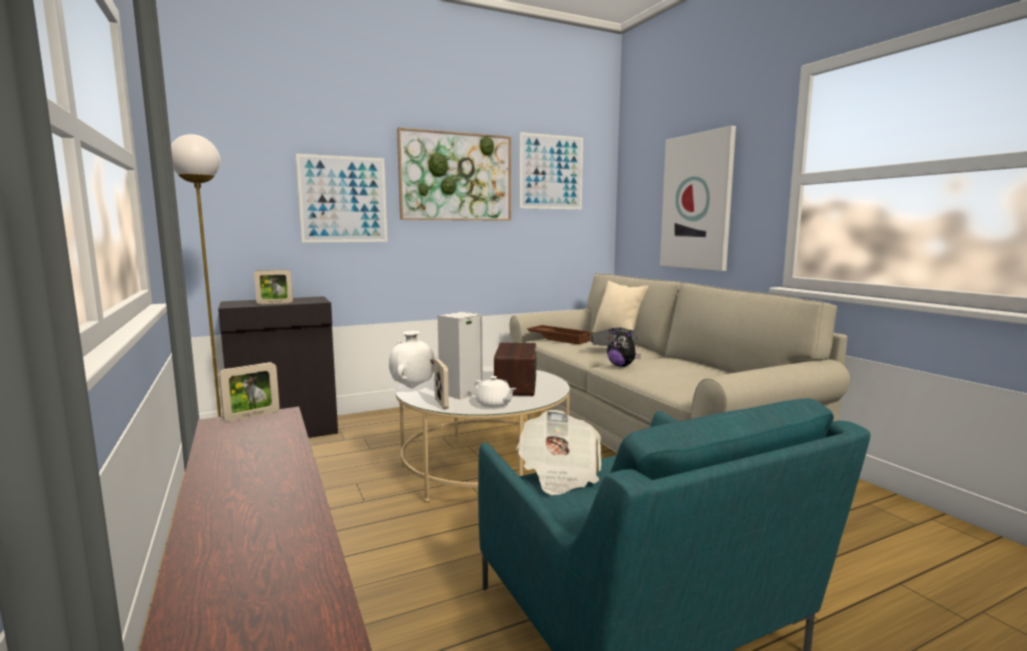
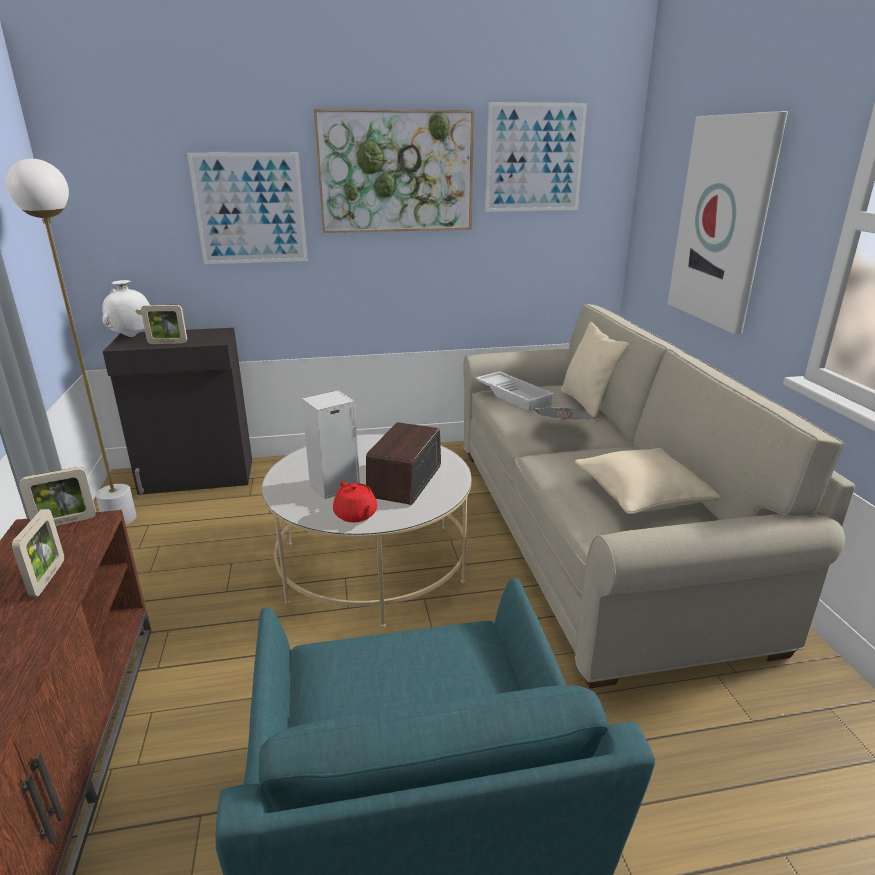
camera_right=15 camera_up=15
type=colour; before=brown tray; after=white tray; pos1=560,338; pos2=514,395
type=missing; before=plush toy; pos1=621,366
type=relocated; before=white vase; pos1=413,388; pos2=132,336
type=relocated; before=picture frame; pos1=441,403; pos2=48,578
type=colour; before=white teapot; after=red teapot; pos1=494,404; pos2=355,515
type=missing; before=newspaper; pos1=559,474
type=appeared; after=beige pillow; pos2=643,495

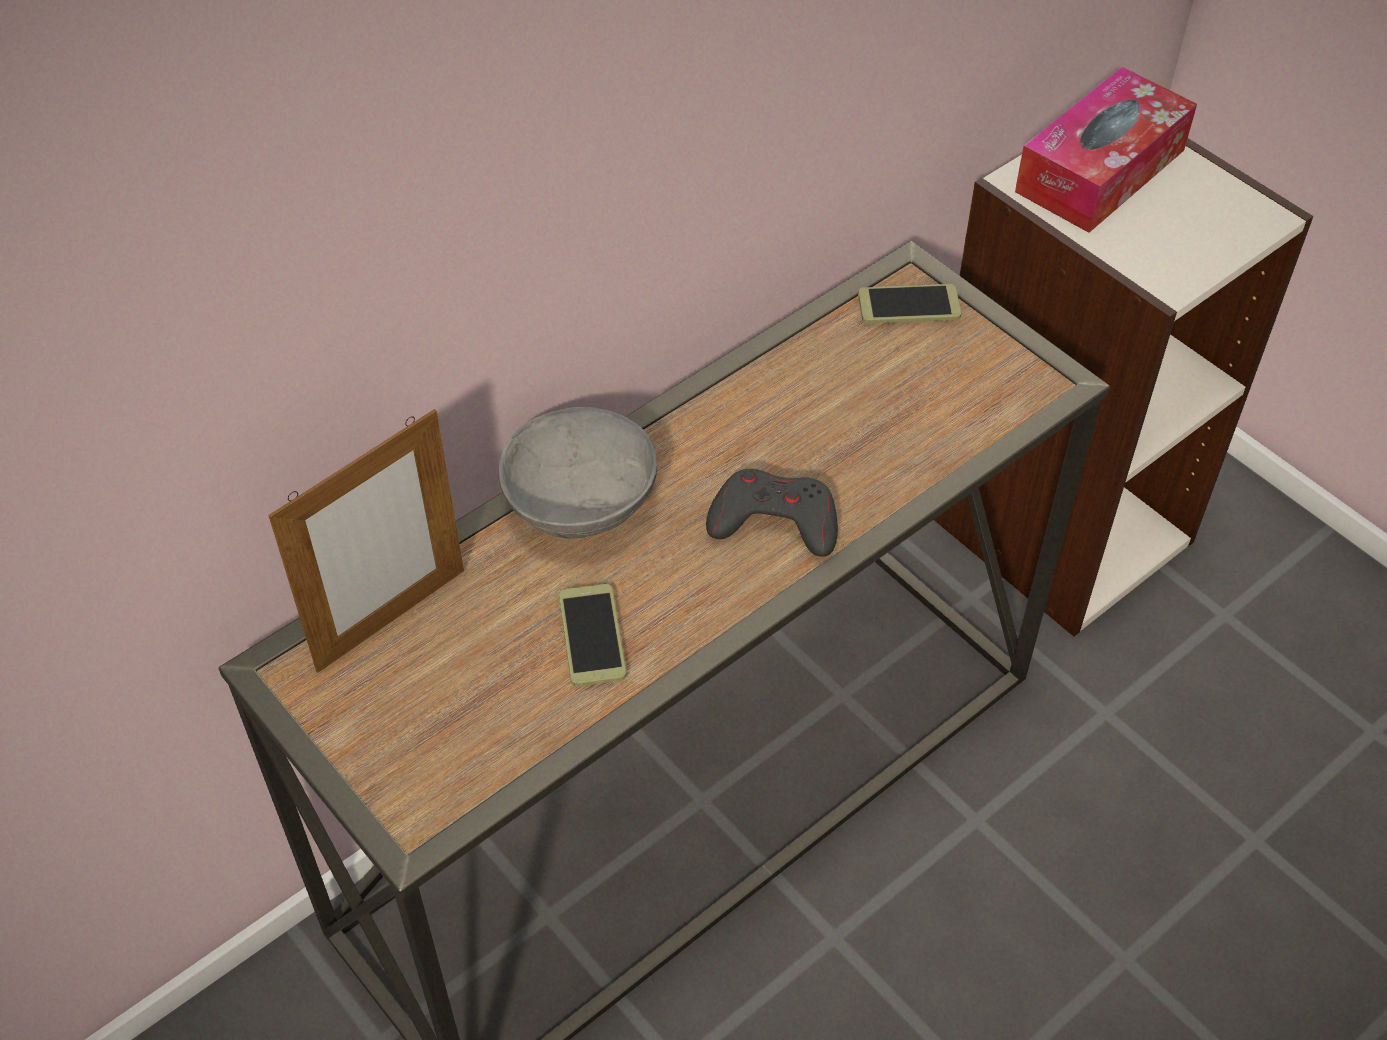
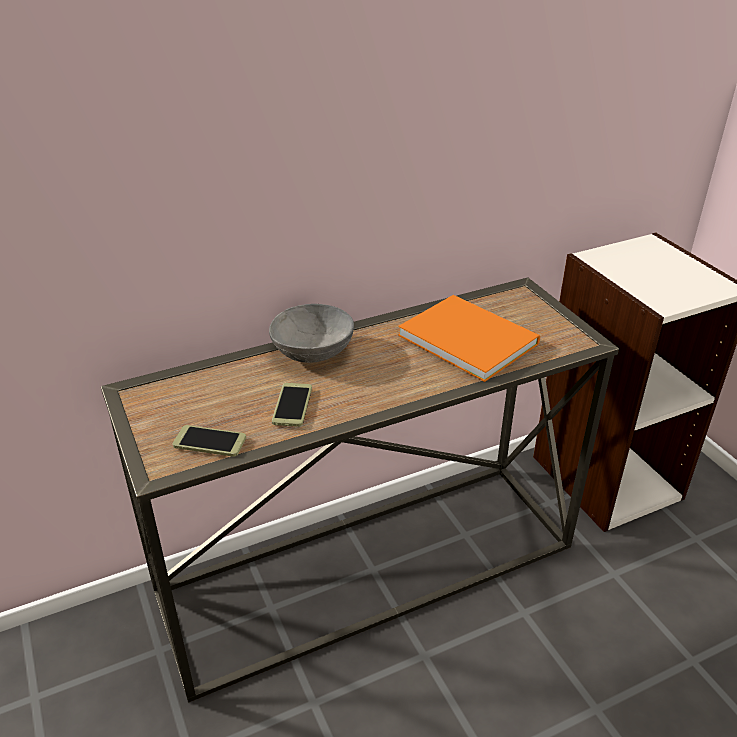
camera_right=15 camera_up=-15
type=missing; before=tissue box; pos1=1100,171
type=relocated; before=phone; pos1=908,305; pos2=209,442
type=missing; before=picture frame; pos1=391,619
type=missing; before=grey game controller; pos1=774,520
type=appeared; after=orange book; pos2=467,337

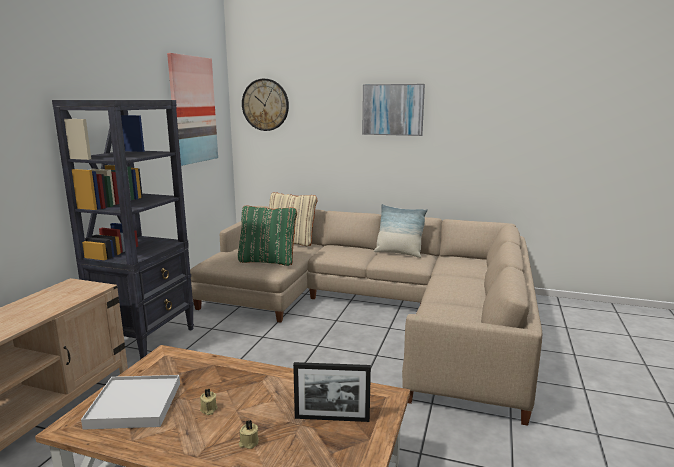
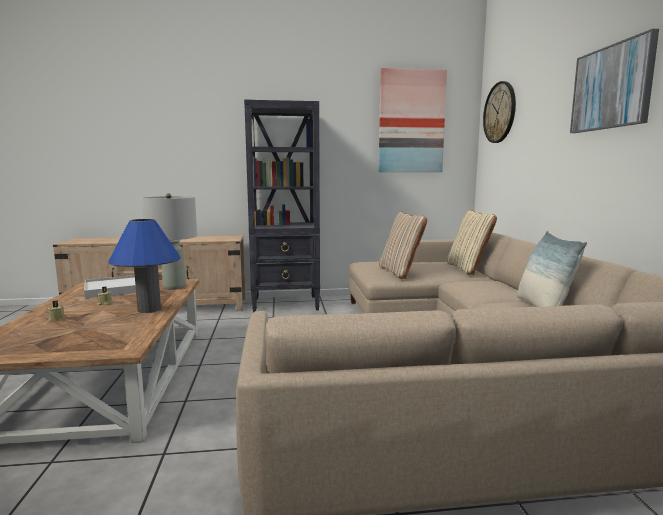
camera_right=65 camera_up=-5
type=colour; before=green pillow; after=beige pillow; pos1=268,261; pos2=400,272
type=missing; before=picture frame; pos1=332,418
type=appeared; after=grey table lamp; pos2=174,287
type=appeared; after=blue table lamp; pos2=149,309

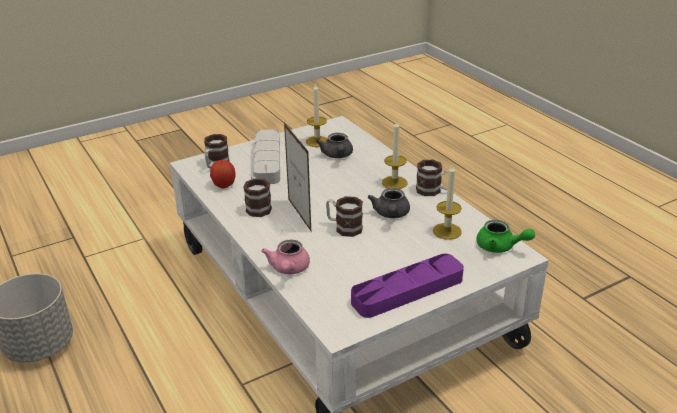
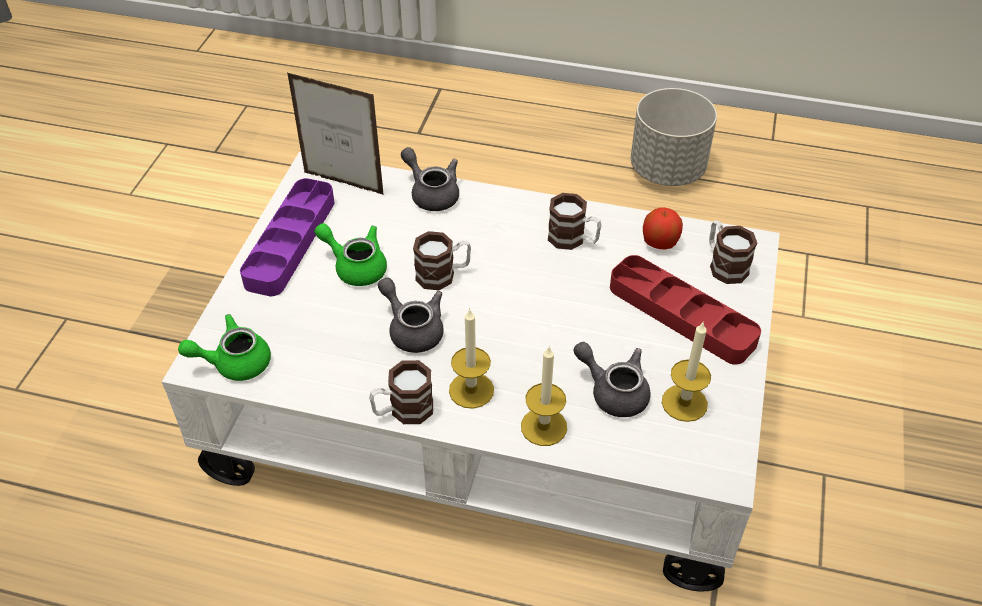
camera_right=135 camera_up=15
type=relocated; before=picture frame; pos1=299,215; pos2=343,183
type=colour; before=grey tray; after=red tray; pos1=267,161; pos2=681,315
type=relocated; before=candle; pos1=447,231; pos2=544,426
type=colour; before=pink teapot; after=grey teapot; pos1=288,269; pos2=431,193
type=appeared; after=green teapot; pos2=355,266

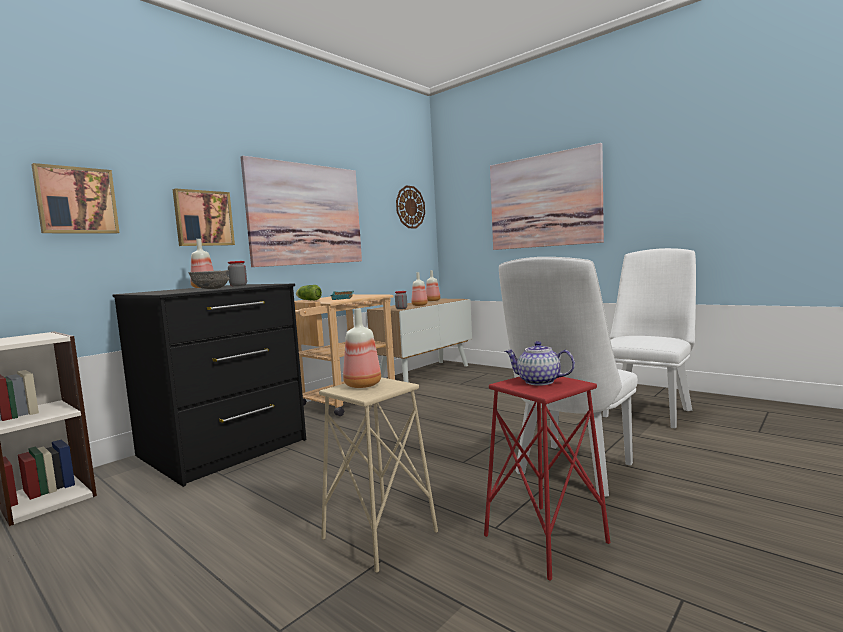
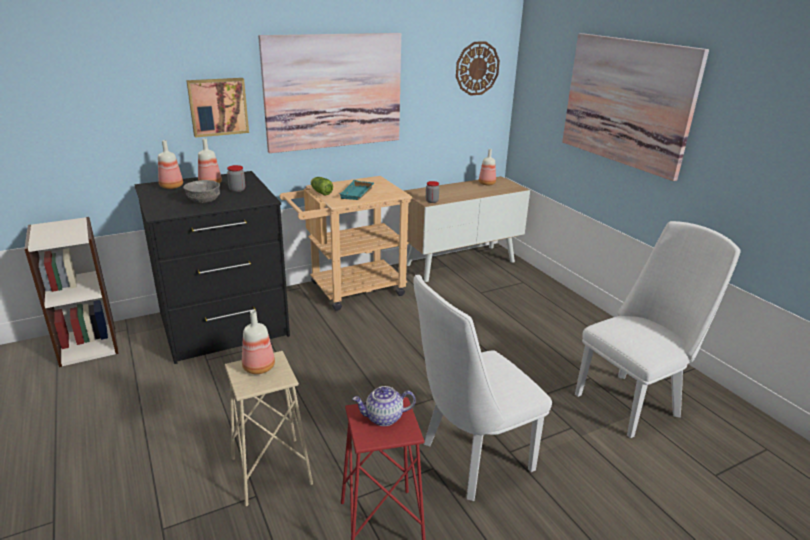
camera_right=20 camera_up=20
type=missing; before=picture; pos1=76,201
type=relocated; before=bottle; pos1=419,305; pos2=172,186
type=spun; before=teapot; pos1=538,382; pos2=383,418; turn=-60

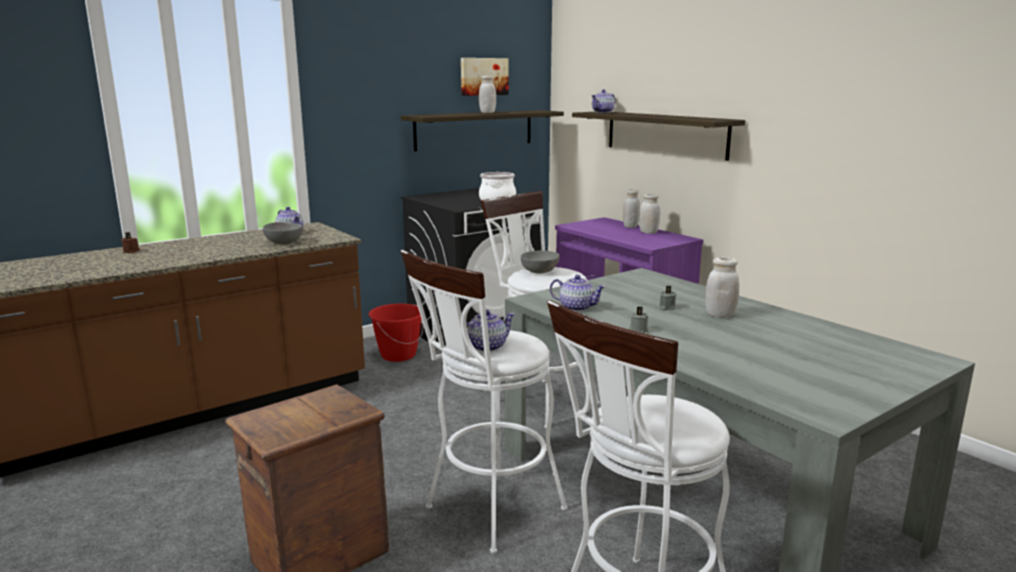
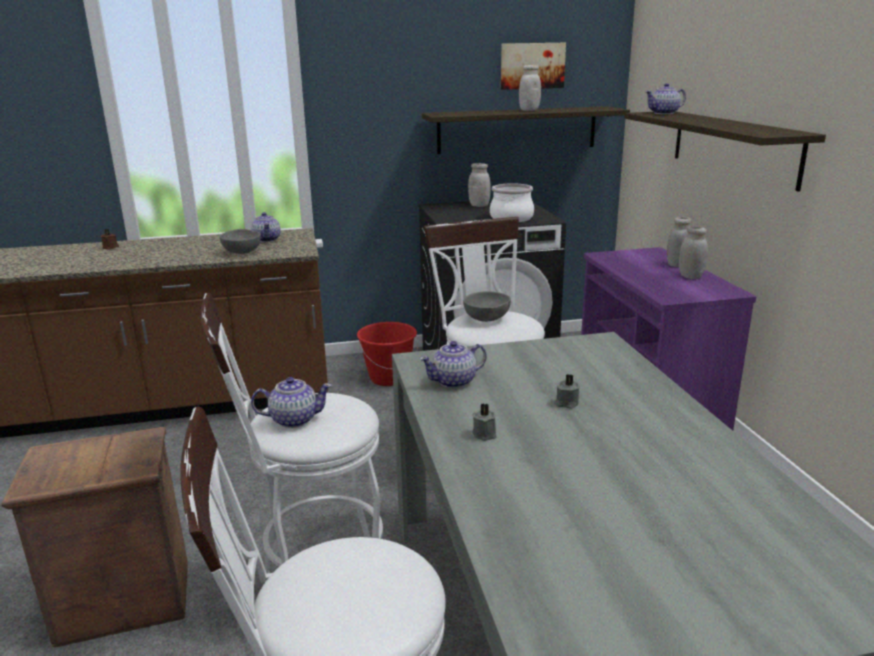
camera_right=25 camera_up=5
type=relocated; before=white jar; pos1=720,315; pos2=479,205
type=spun; before=teapot; pos1=576,307; pos2=454,381; turn=105

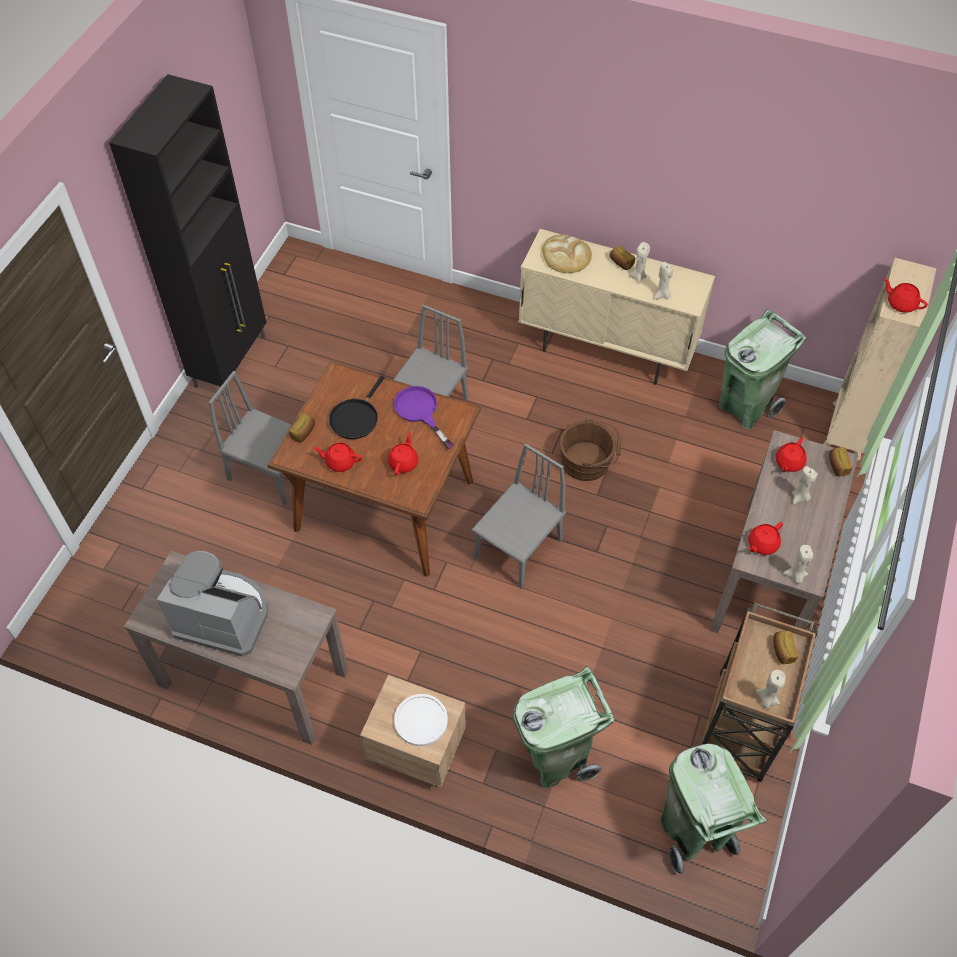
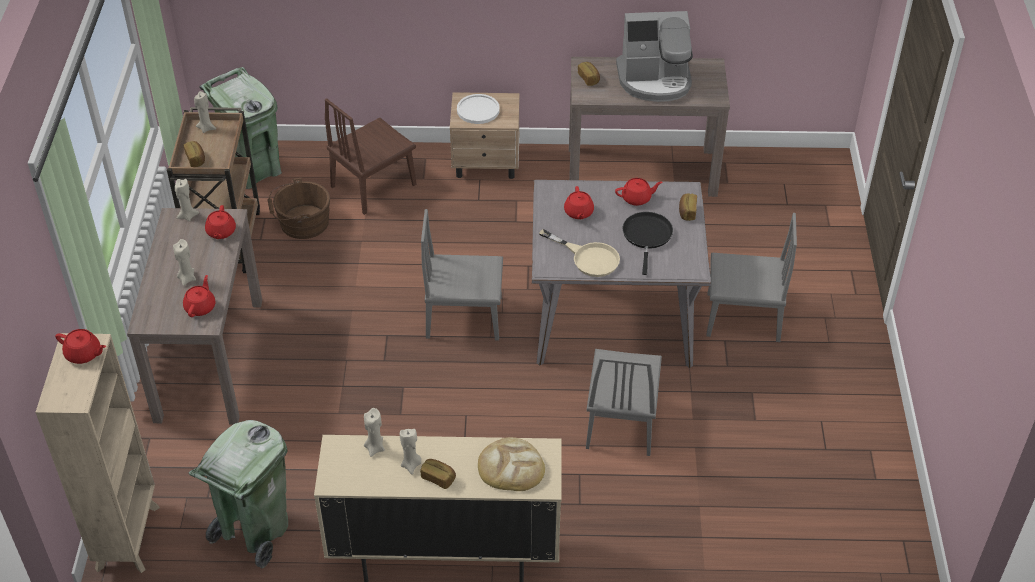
camera_right=160 camera_up=-10
type=missing; before=black cabinet; pos1=231,361
type=colour; before=brown dining table; after=grey dining table; pos1=384,505; pos2=613,319
type=colour; before=purple frying pan; after=beige frying pan; pos1=420,412; pos2=588,258
type=relocated; before=brown bucket; pos1=588,461; pos2=301,223
type=spun; before=grey chair; pos1=518,549; pos2=464,317; turn=75
type=relocated; before=bread; pos1=837,466; pos2=589,78
type=spun; before=red teapot; pos1=762,544; pos2=221,232; turn=150
type=exchanged; before=green trash can; after=brown chair; pos1=556,757; pos2=373,185

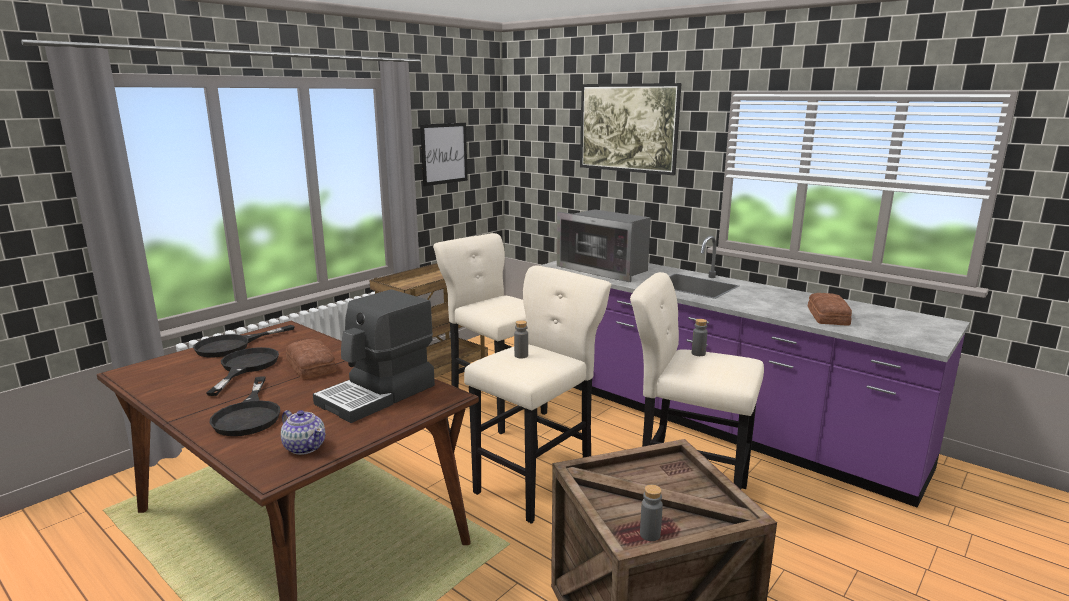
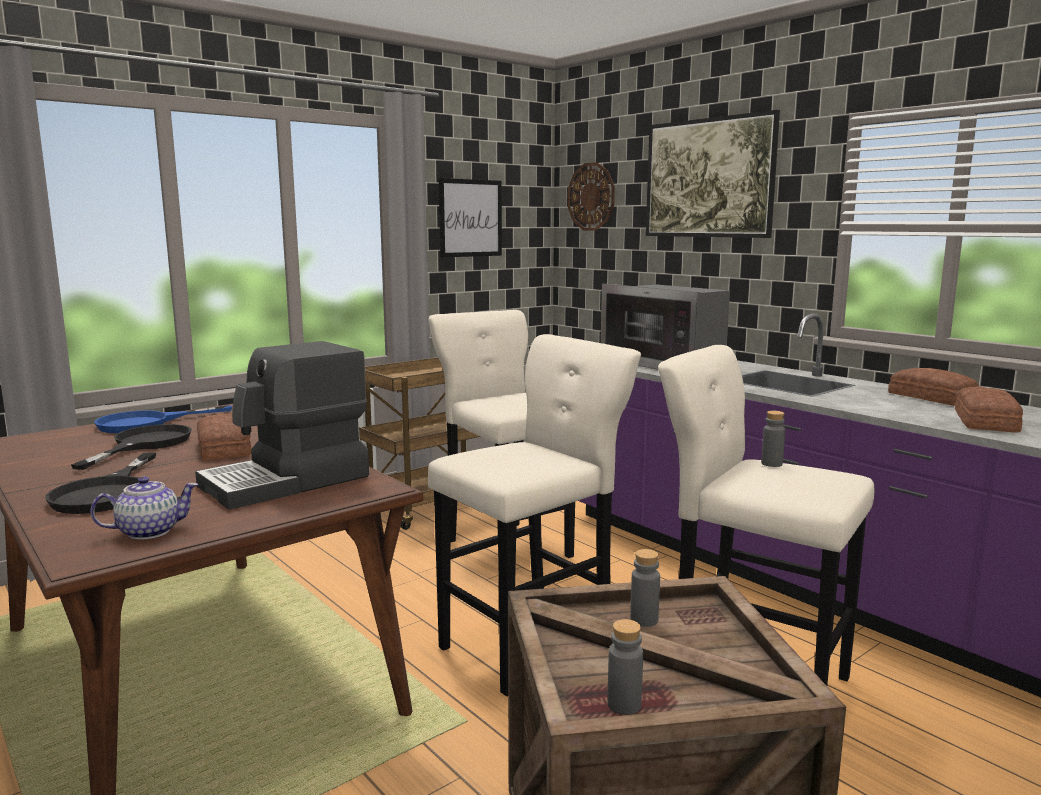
camera_right=10 camera_up=-5
type=relocated; before=grey bottle; pos1=521,355; pos2=644,620
type=colour; before=black frying pan; after=blue frying pan; pos1=233,345; pos2=147,423
type=spun; before=teapot; pos1=305,447; pos2=148,531; turn=-75
type=appeared; after=wall clock; pos2=591,197
type=appeared; after=bread; pos2=931,398

